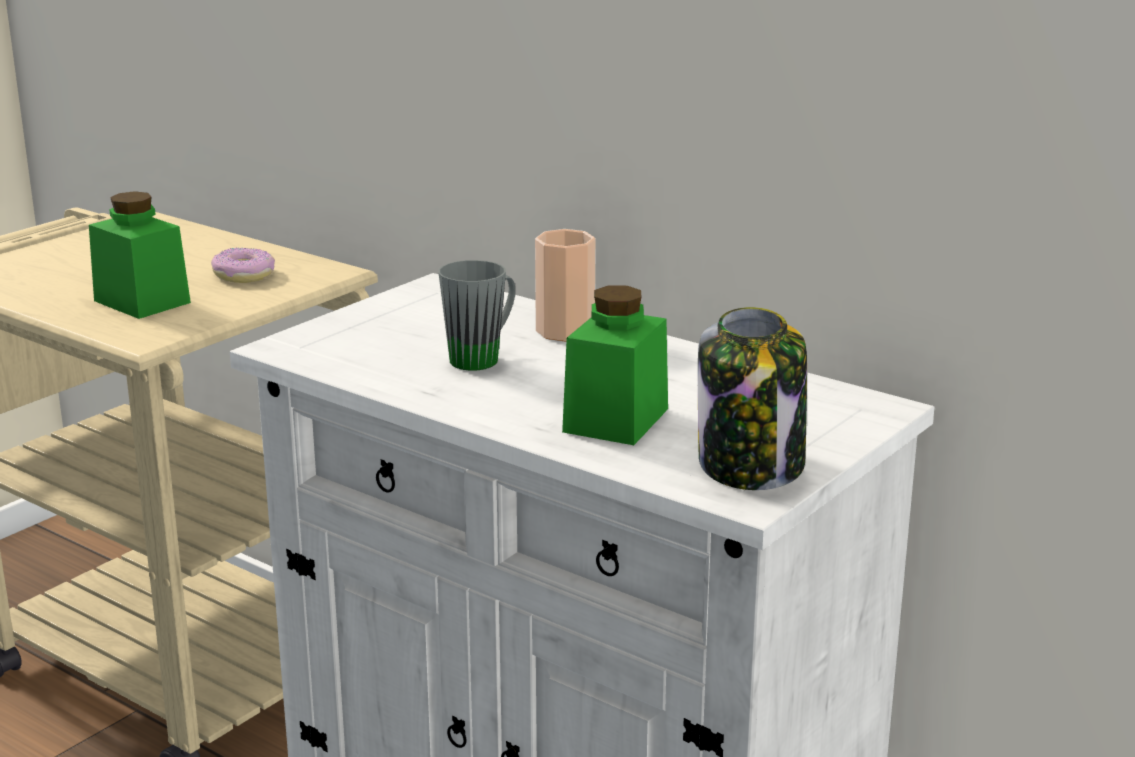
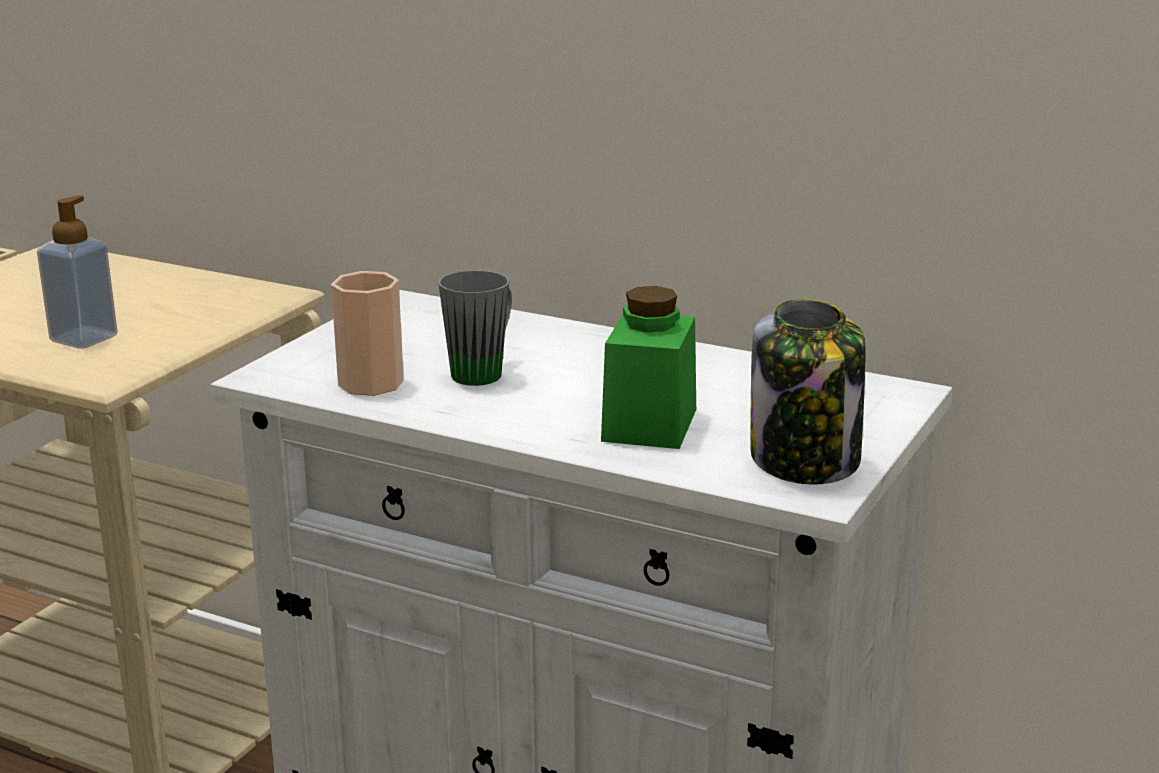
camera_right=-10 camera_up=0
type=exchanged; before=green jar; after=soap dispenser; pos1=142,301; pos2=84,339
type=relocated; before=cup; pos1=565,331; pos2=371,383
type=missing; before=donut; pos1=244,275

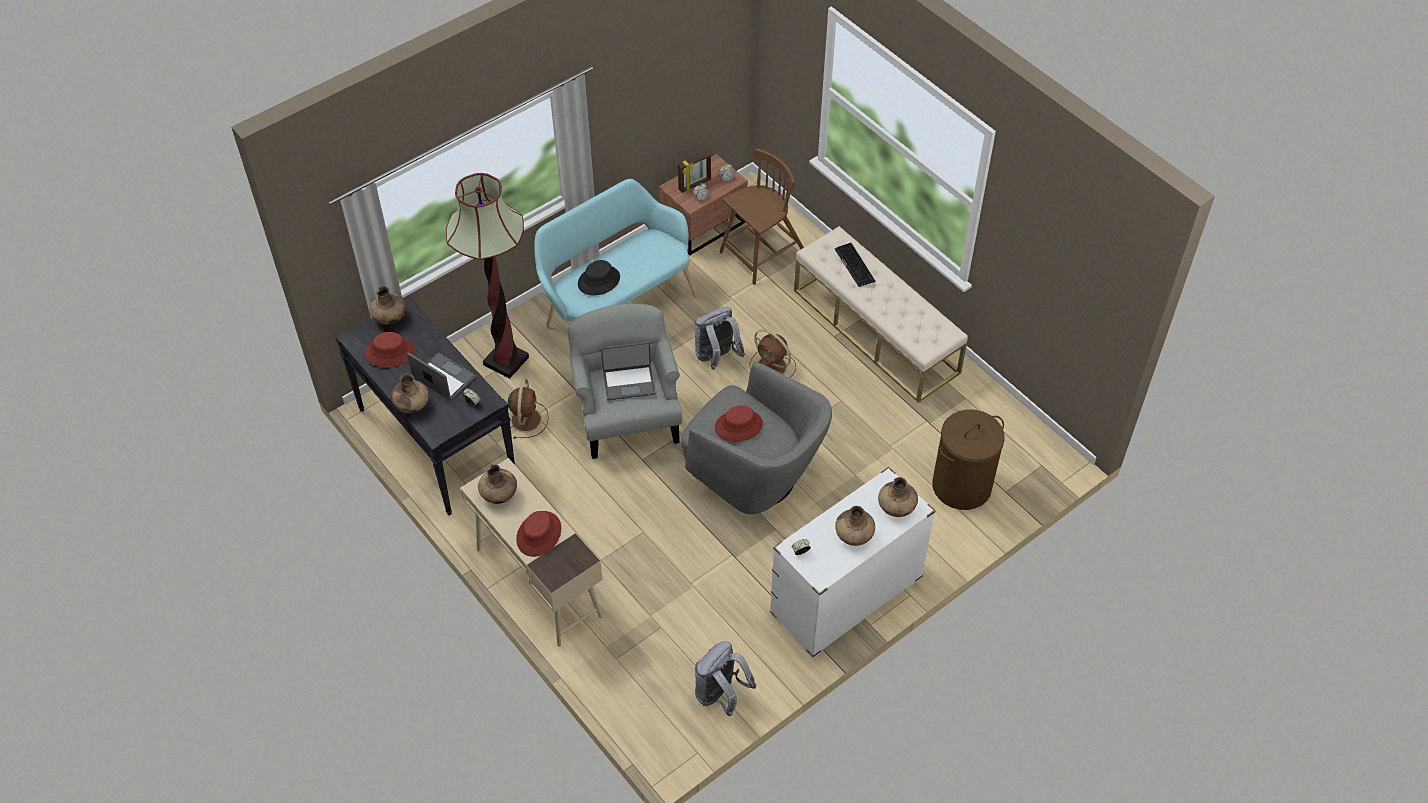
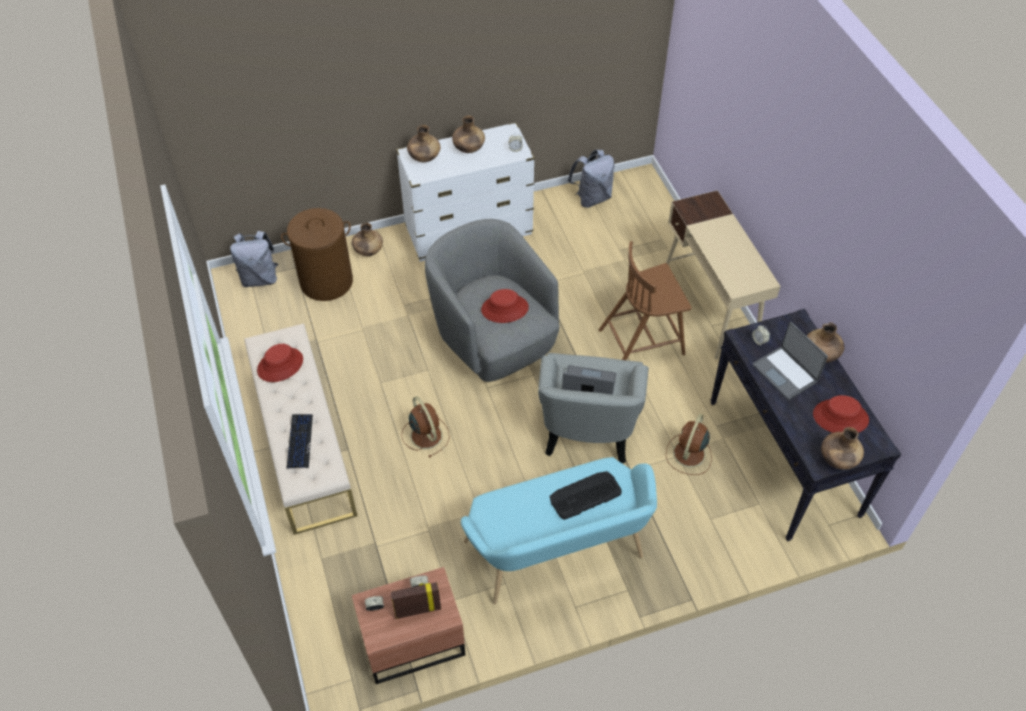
camera_right=-160 camera_up=0
type=relocated; before=brown chair; pos1=761,254; pos2=643,341
type=missing; before=floor lamp; pos1=506,361
type=exchanged; before=black hat; after=keyboard; pos1=598,280; pos2=585,495
type=relocated; before=grey backpack; pos1=716,358; pos2=260,278
type=relocated; before=brown vase; pos1=499,494; pos2=368,251
type=relocated; before=red hat; pos1=539,534; pos2=280,365

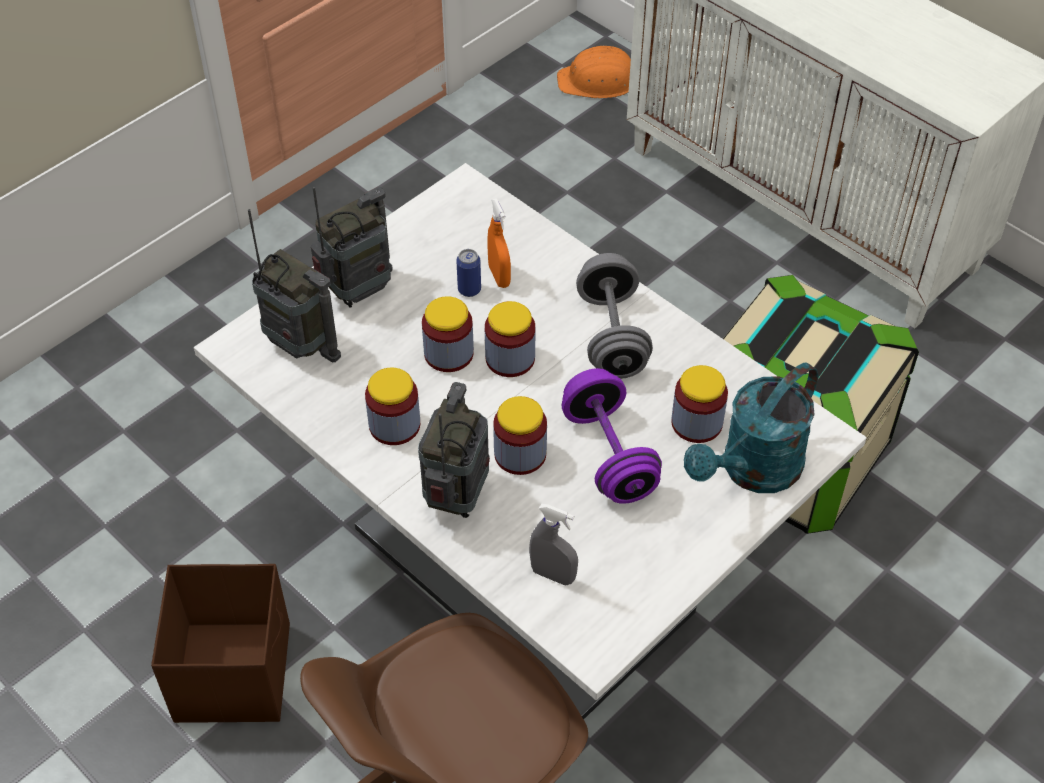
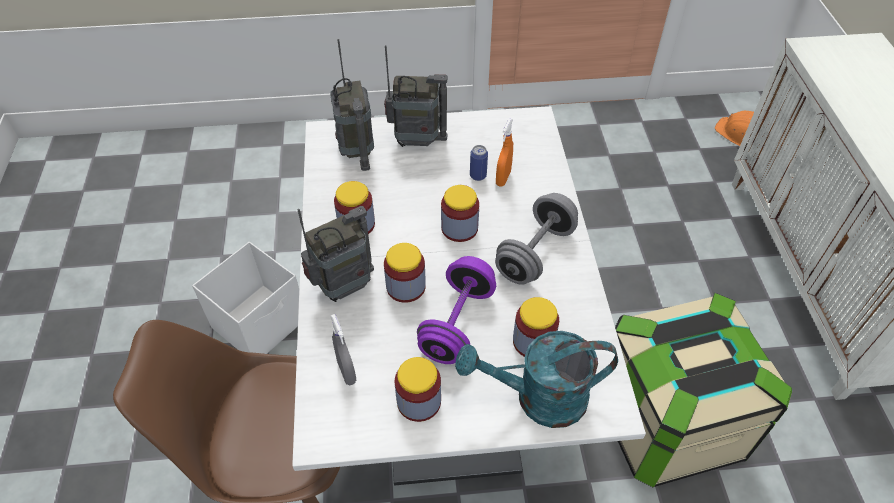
camera_right=40 camera_up=0
type=relocated; before=jar; pos1=448,354; pos2=419,401
type=colour; before=brown storage box; after=white storage box; pos1=234,671; pos2=261,323

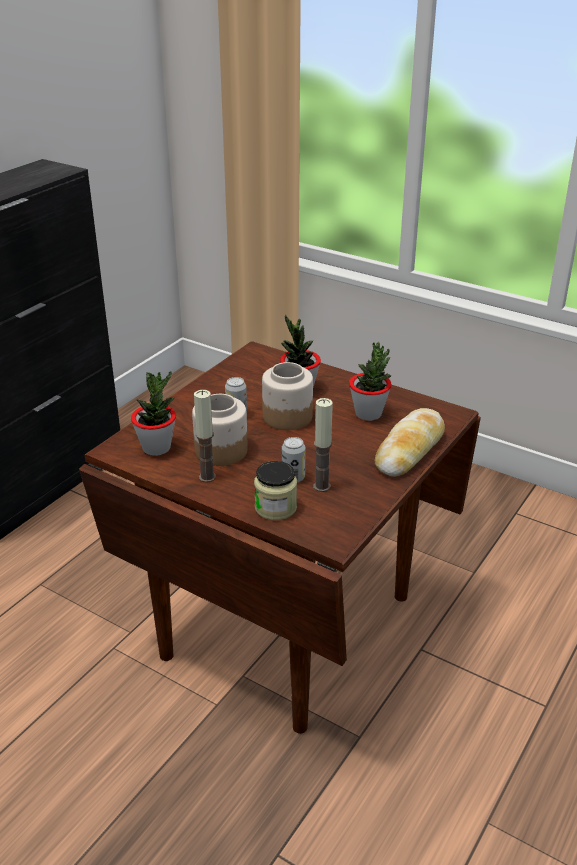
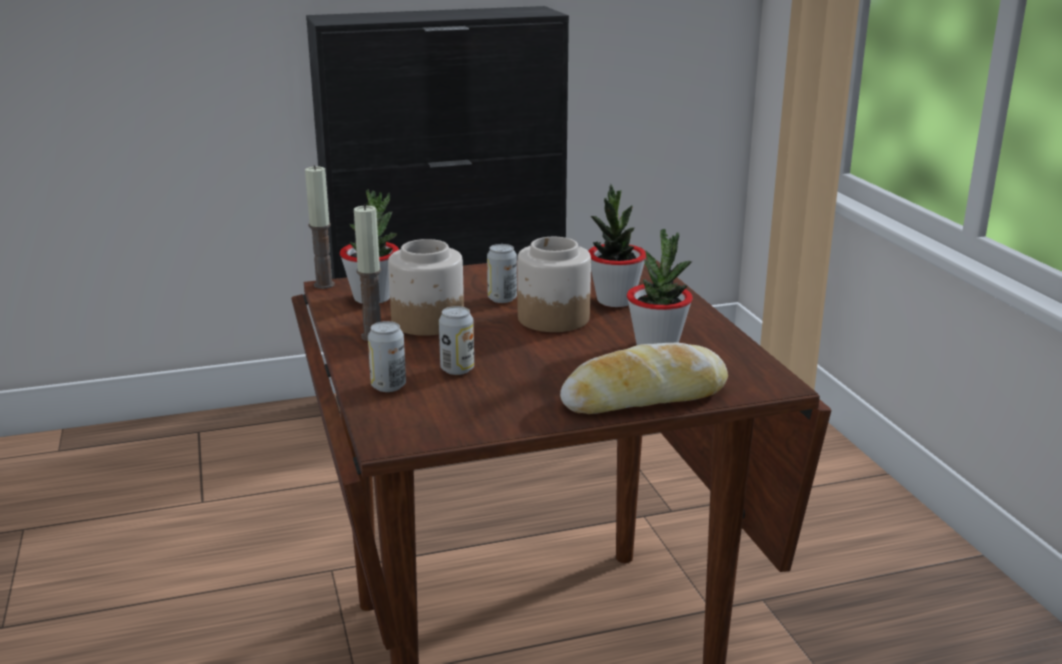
camera_right=40 camera_up=-10
type=relocated; before=candle; pos1=322,486; pos2=324,285
type=exchanged; before=jar; after=can; pos1=275,508; pos2=388,386

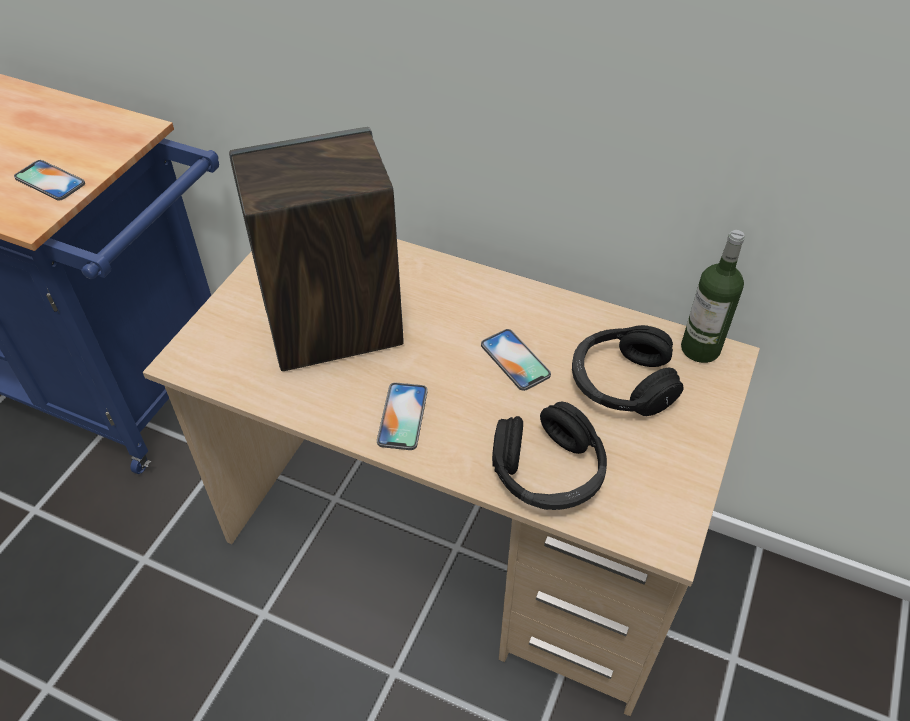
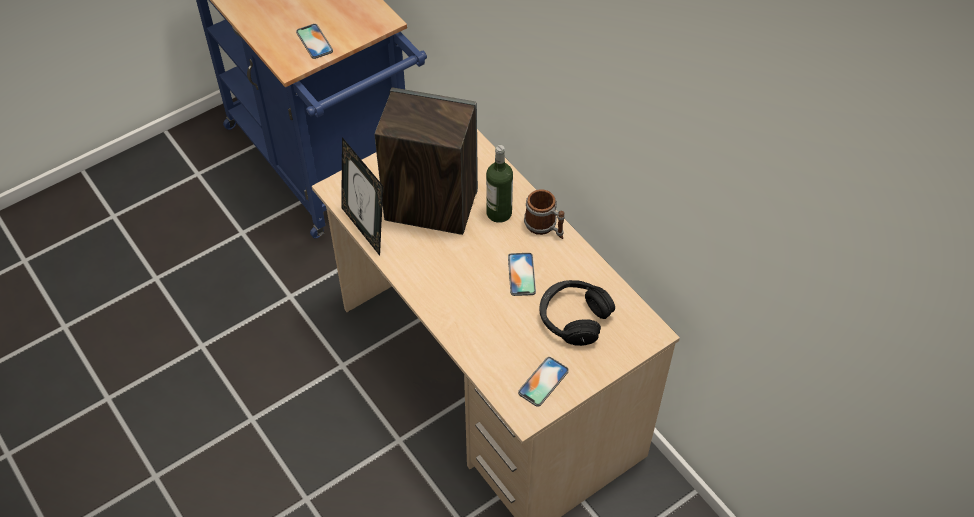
camera_right=30 camera_up=5
type=relocated; before=bottle; pos1=700,348; pos2=499,213
type=relocated; before=phone; pos1=402,416; pos2=543,382
type=missing; before=black headphones; pos1=548,471
type=appeared; after=picture frame; pos2=365,228
type=appeared; after=mug; pos2=545,227

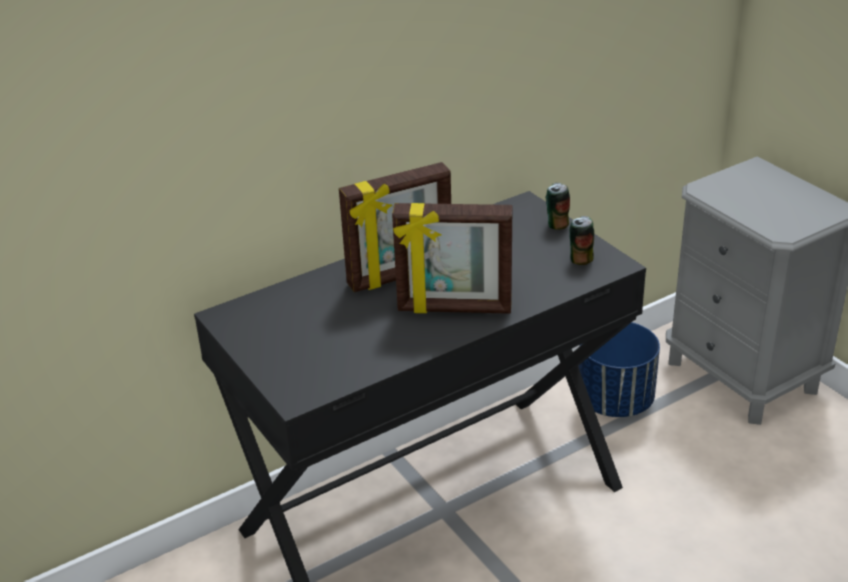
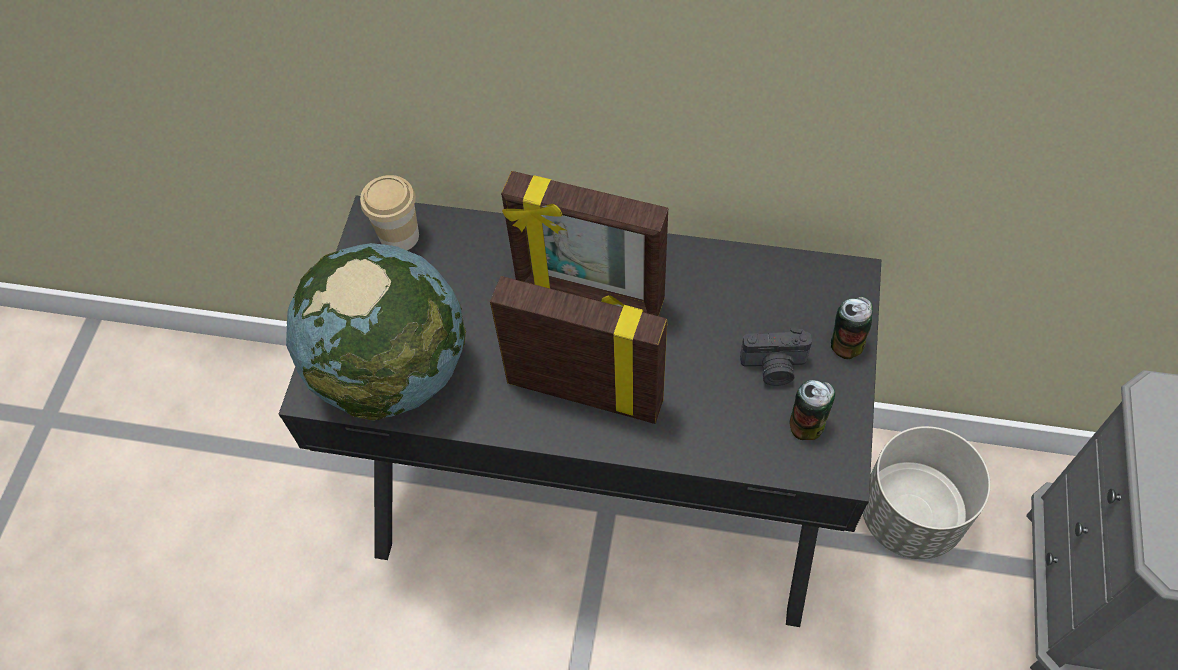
camera_right=45 camera_up=25
type=spun; before=picture frame; pos1=454,309; pos2=585,390; turn=150
type=colour; before=blue planter; after=grey planter; pos1=615,401; pos2=911,515
type=appeared; after=cup; pos2=399,236
type=appeared; after=globe; pos2=393,372
type=appeared; after=photo camera; pos2=774,368

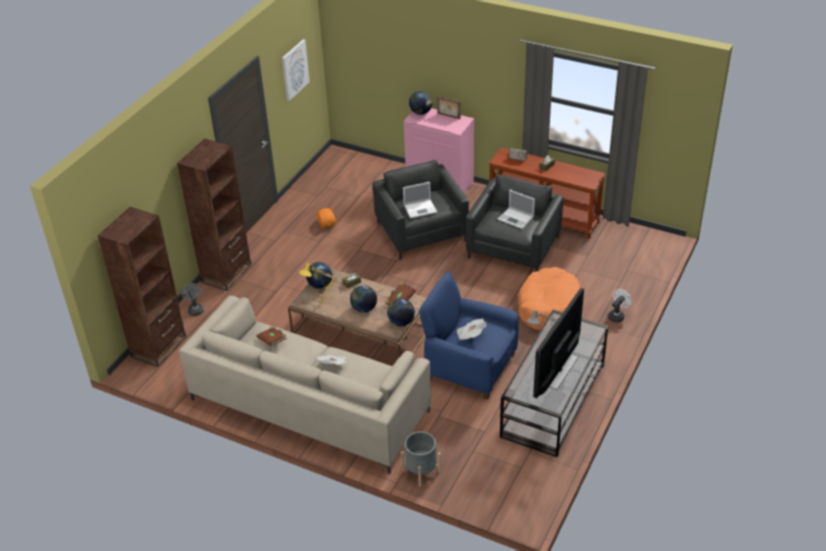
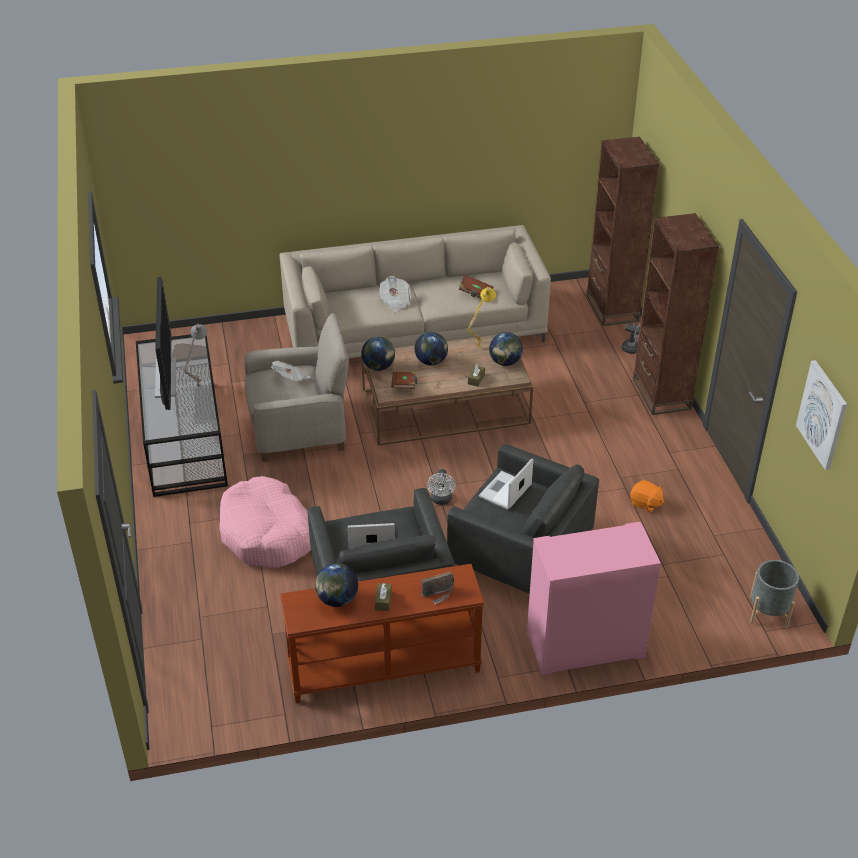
camera_right=140 camera_up=0
type=relocated; before=globe; pos1=421,113; pos2=337,600
type=missing; before=picture frame; pos1=448,116
type=colour; before=orange dog bed; after=pink dog bed; pos1=548,307; pos2=267,534
type=colour; before=blue armchair; after=beige armchair; pos1=469,366; pos2=299,428
type=relocated; before=white fan; pos1=617,315; pos2=441,500
type=relocated; before=grey planter; pos1=421,471; pos2=768,612

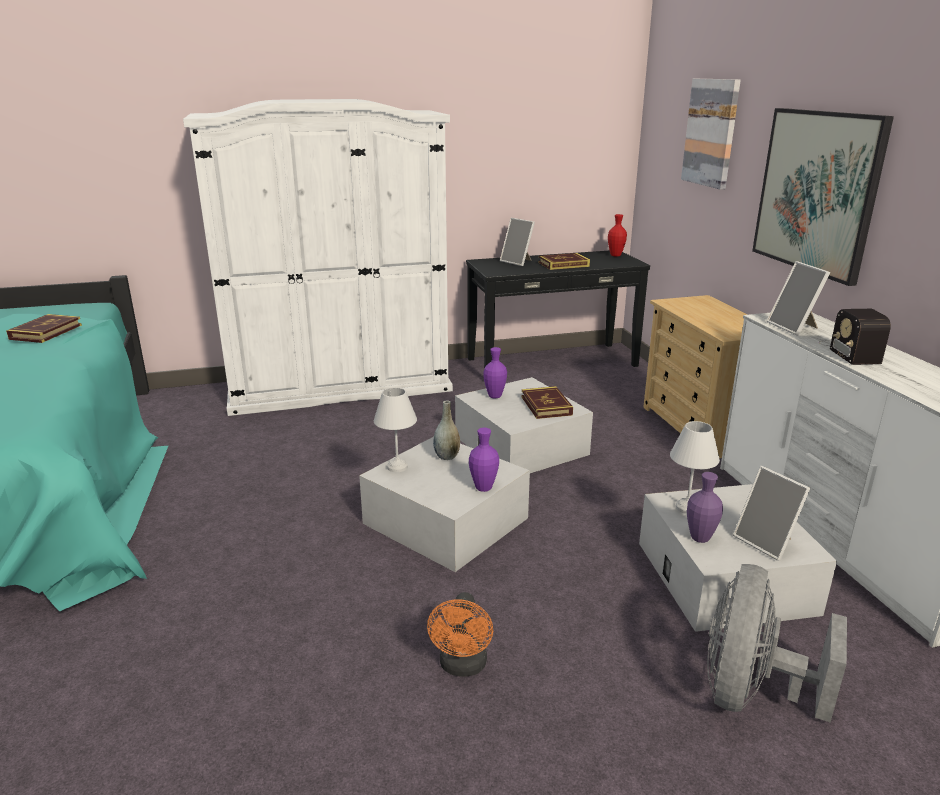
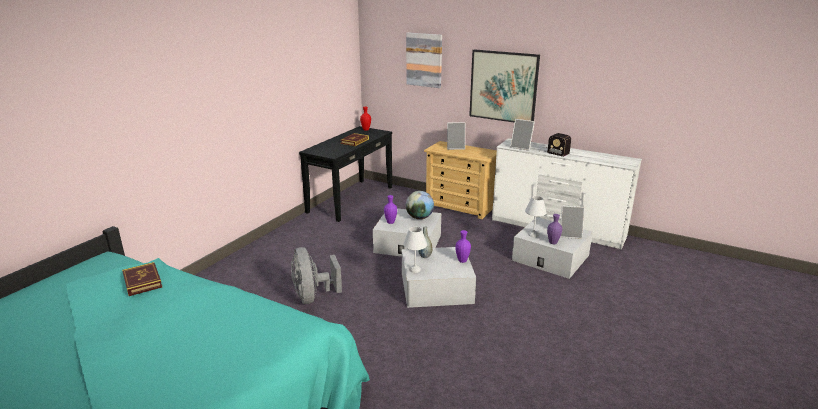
camera_right=-45 camera_up=0
type=missing; before=white wardrobe; pos1=339,387
type=relocated; before=picture frame; pos1=518,262; pos2=455,147
type=exchanged; before=book; after=globe; pos1=546,406; pos2=419,218
type=relocated; before=grey fan; pos1=750,692; pos2=313,297
type=missing; before=orange fan; pos1=462,666

